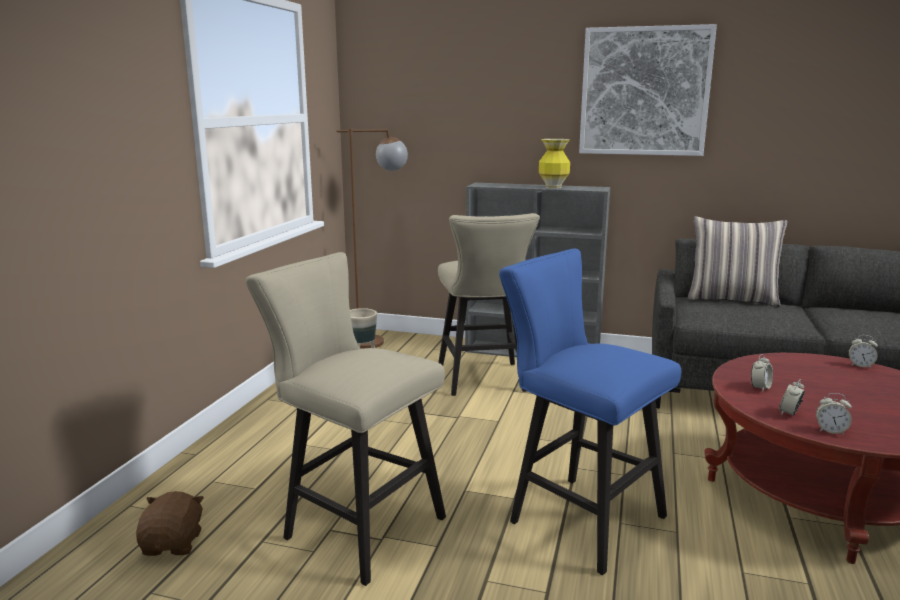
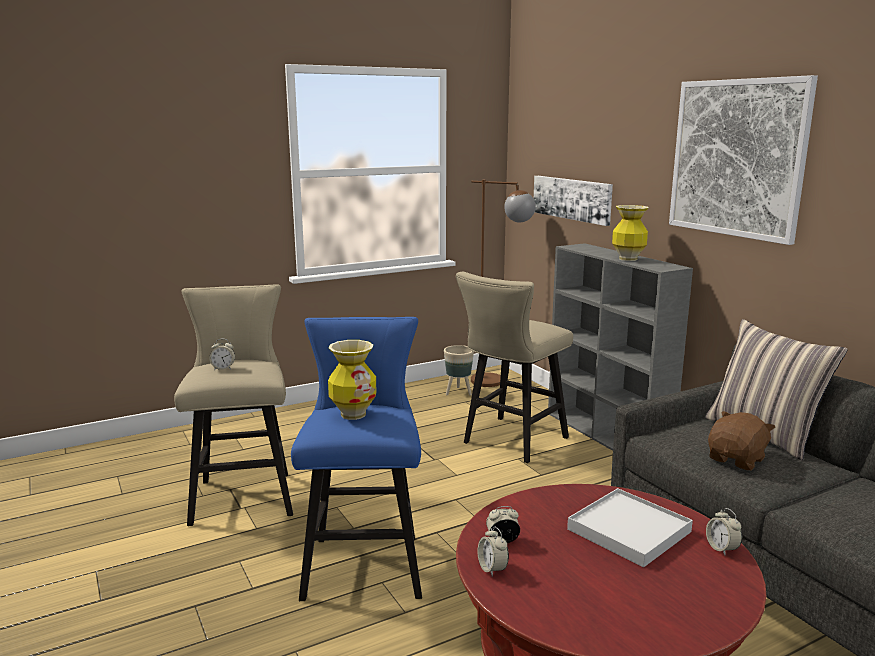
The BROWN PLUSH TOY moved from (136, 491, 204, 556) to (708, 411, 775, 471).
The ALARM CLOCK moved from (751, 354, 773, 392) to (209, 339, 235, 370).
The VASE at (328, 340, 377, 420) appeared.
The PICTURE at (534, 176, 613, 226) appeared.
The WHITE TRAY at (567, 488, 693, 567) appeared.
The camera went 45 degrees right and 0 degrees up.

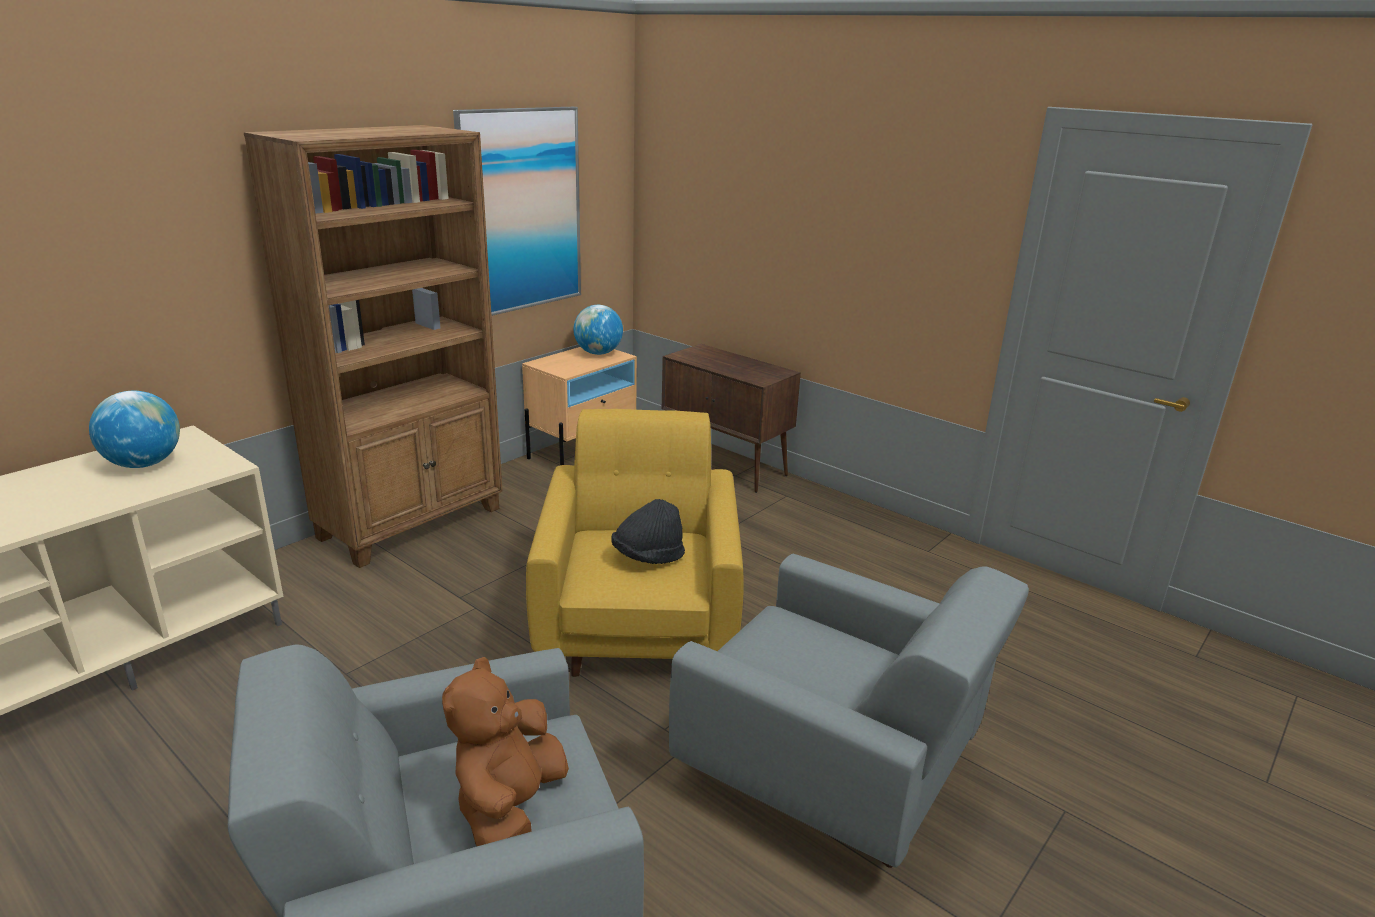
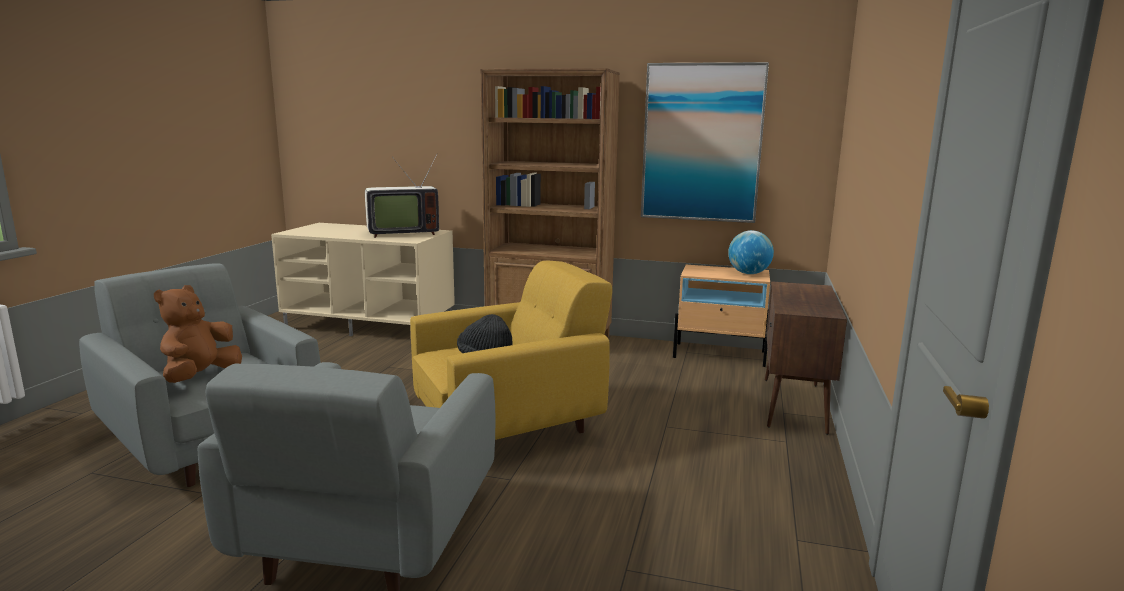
The GLOBE at (89, 391, 180, 468) was replaced by the TELEVISION at (365, 153, 439, 238).
The BROWN PLUSH TOY at (442, 657, 569, 846) turned 60 degrees counterclockwise.
The camera went 65 degrees right and 10 degrees down.

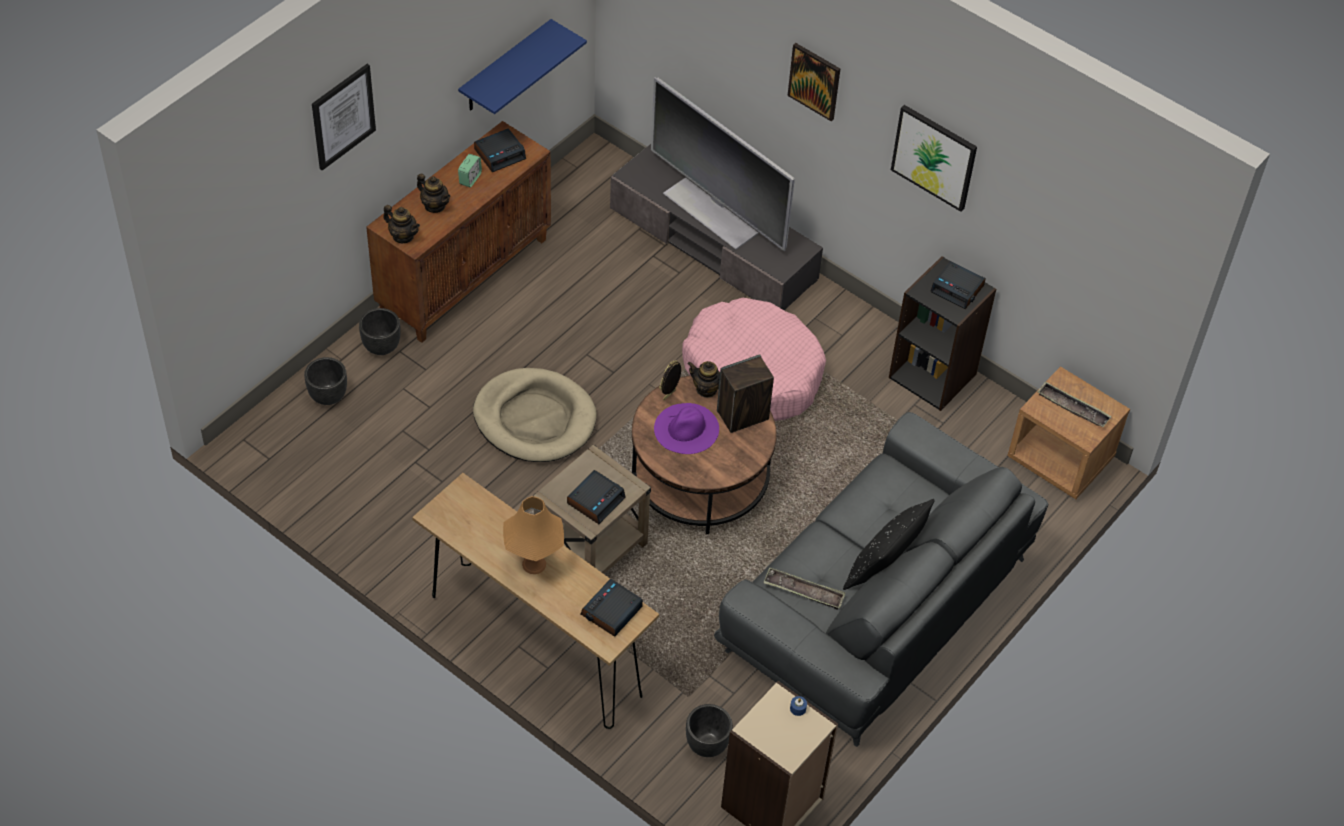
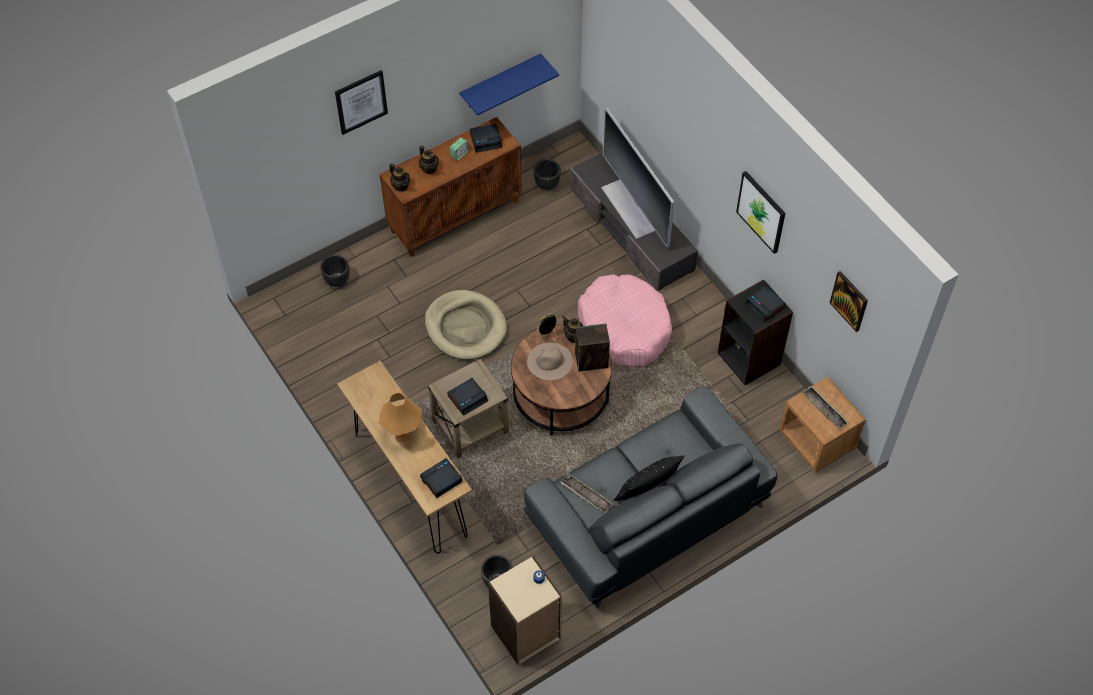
The BLACK PLANTER moved from (359, 308, 400, 355) to (534, 159, 561, 190).
The PURPLE HAT at (654, 403, 719, 454) became the BEIGE HAT at (527, 343, 573, 380).
The PICTURE moved from (788, 43, 840, 121) to (830, 271, 868, 332).
The camera went 20 degrees right and 5 degrees up.

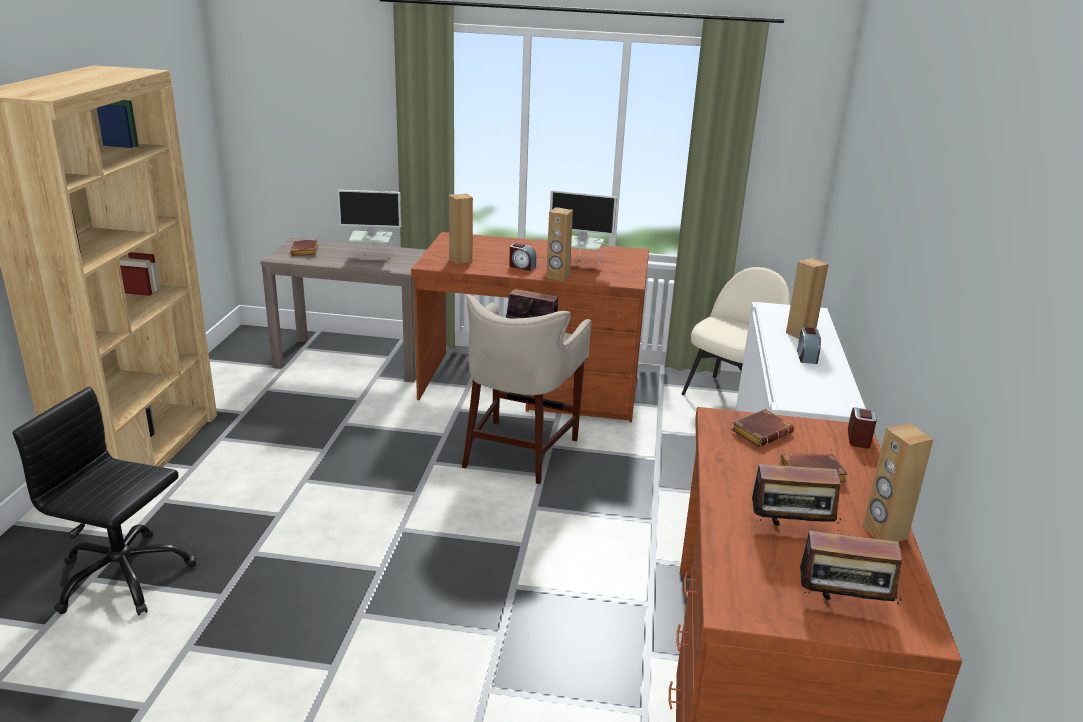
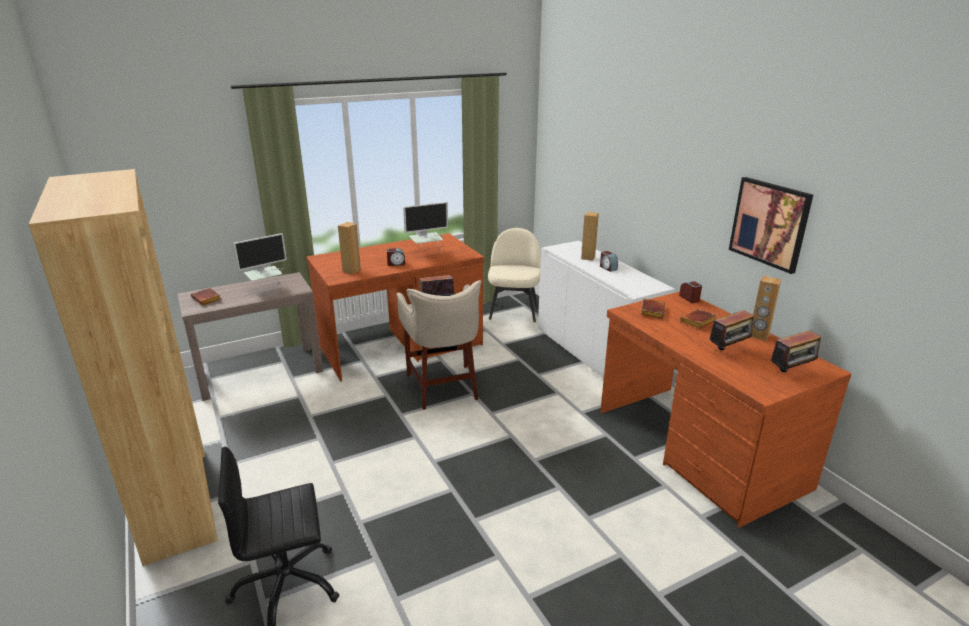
The BROWN SPEAKER at (546, 207, 573, 281) disappeared.
The PICTURE at (729, 177, 813, 274) appeared.
The camera went 35 degrees left and 0 degrees up.

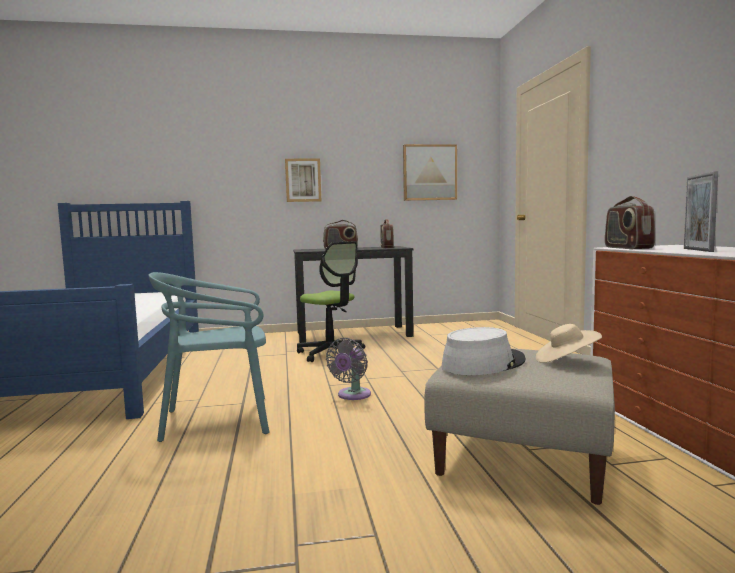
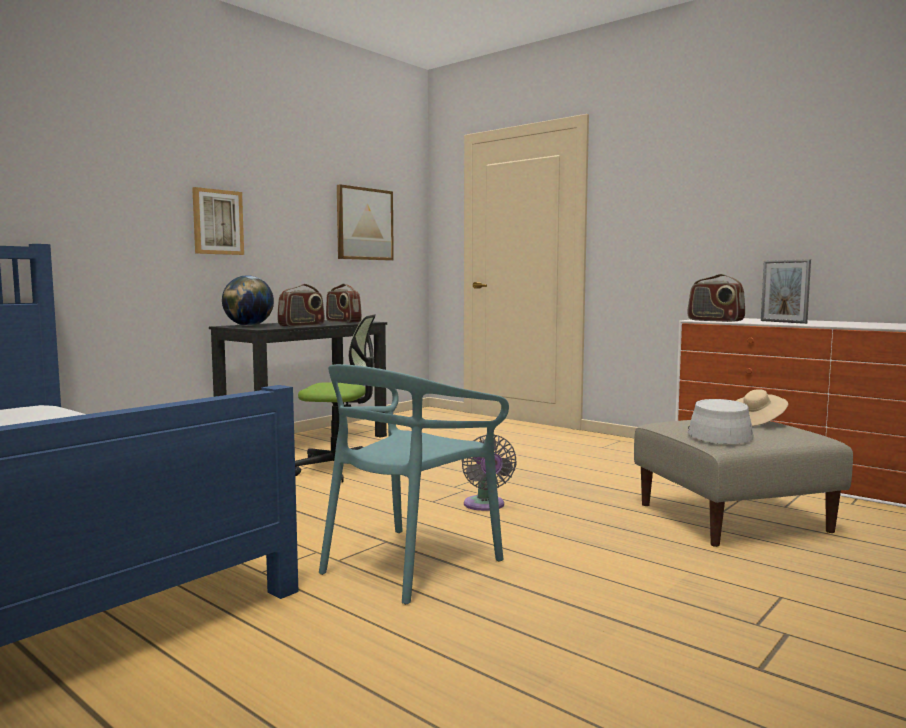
The GLOBE at (222, 275, 274, 326) appeared.
The camera went 40 degrees left and 0 degrees up.

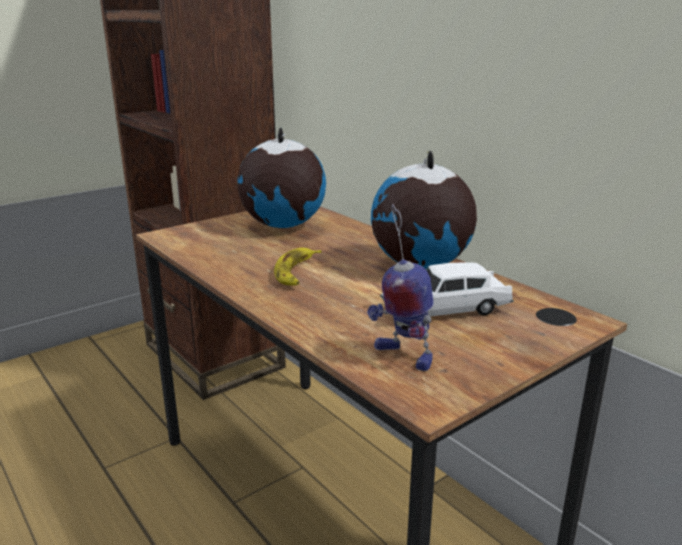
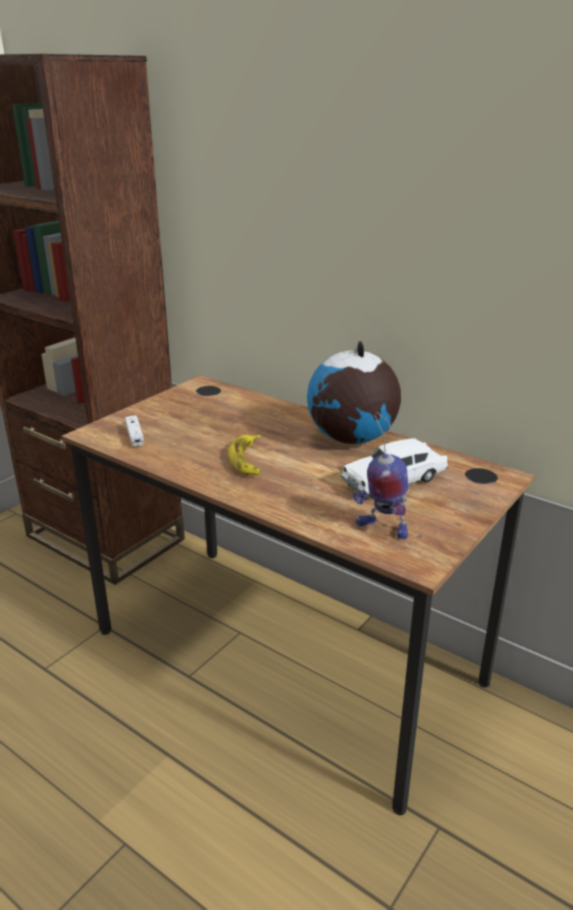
The GLOBE at (237, 127, 326, 228) disappeared.
The WHITE GAME CONTROLLER at (125, 415, 144, 447) appeared.
The camera went 15 degrees left and 5 degrees up.

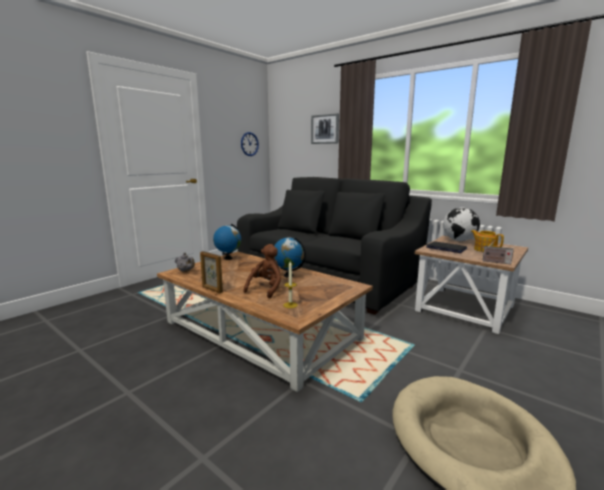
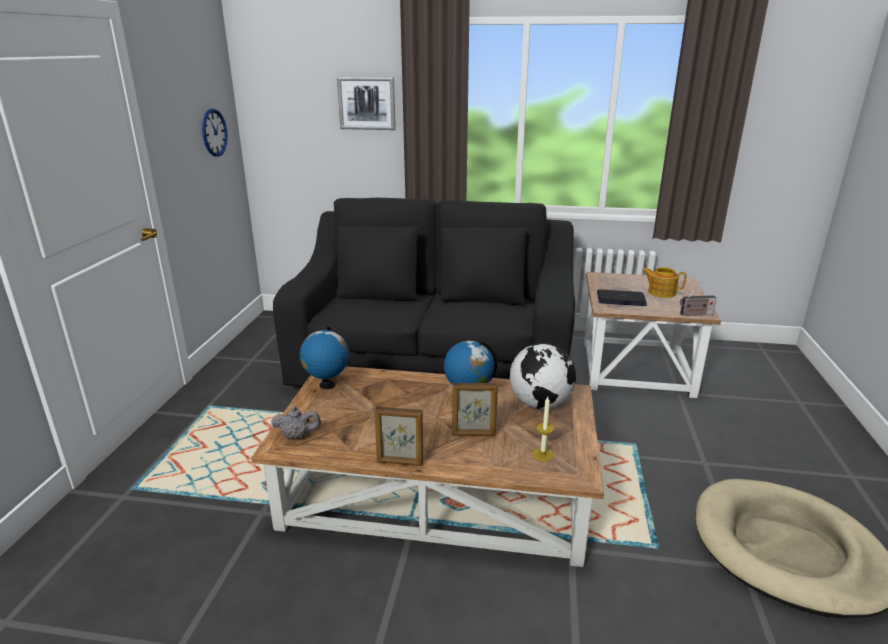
The BROWN PLUSH TOY at (244, 244, 281, 299) was replaced by the PICTURE FRAME at (452, 383, 498, 436).
The GLOBE moved from (443, 207, 480, 241) to (510, 343, 576, 409).
The camera went 30 degrees left and 10 degrees up.

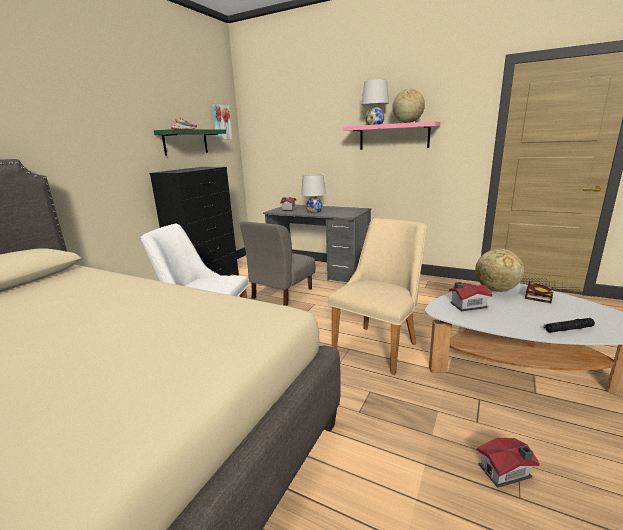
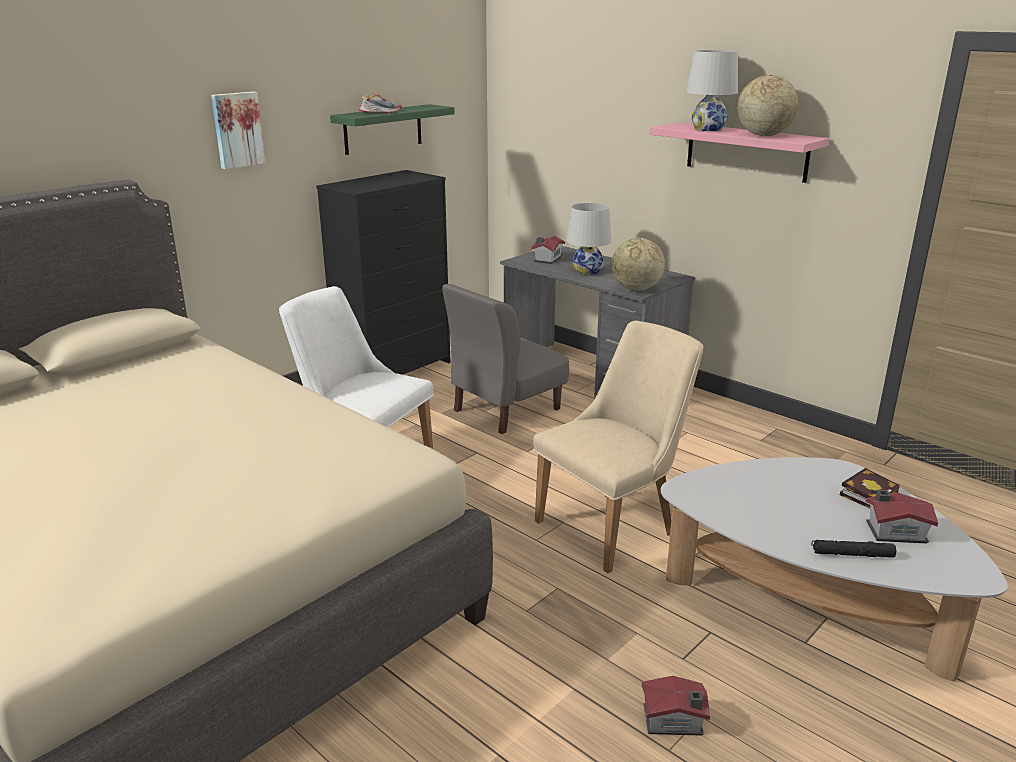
The PICTURE moved from (212, 104, 232, 140) to (211, 92, 266, 169).
The TOY HOUSE moved from (449, 282, 492, 311) to (866, 490, 938, 543).
The GLOBE moved from (475, 249, 524, 292) to (611, 238, 665, 291).
The camera went 15 degrees right and 5 degrees up.

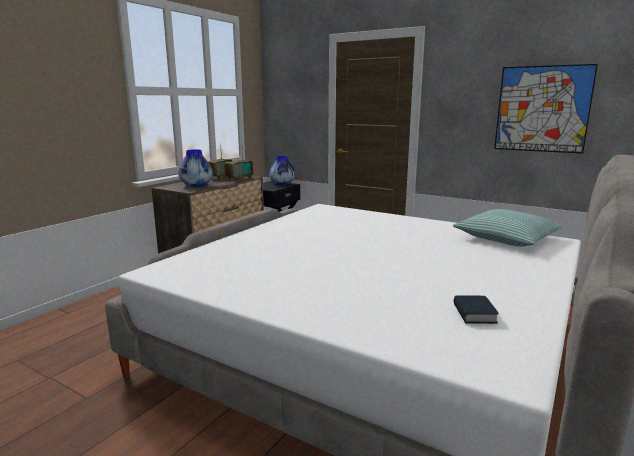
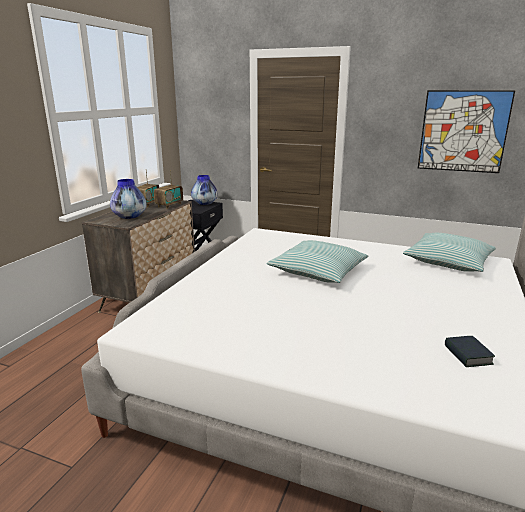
The PILLOW at (266, 240, 368, 283) appeared.
The camera went 10 degrees left and 5 degrees up.

